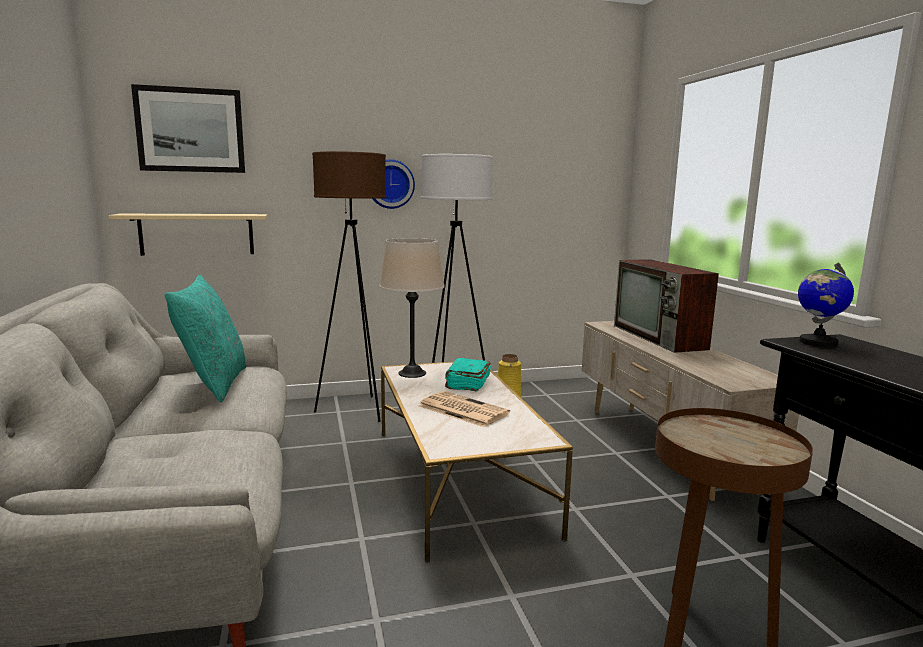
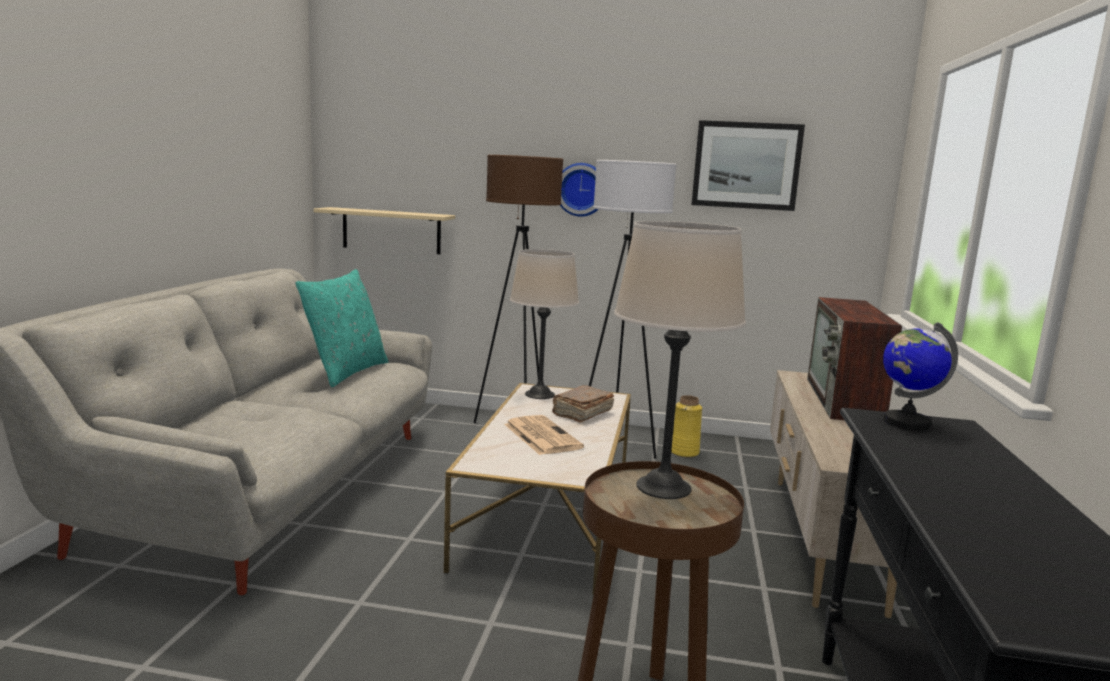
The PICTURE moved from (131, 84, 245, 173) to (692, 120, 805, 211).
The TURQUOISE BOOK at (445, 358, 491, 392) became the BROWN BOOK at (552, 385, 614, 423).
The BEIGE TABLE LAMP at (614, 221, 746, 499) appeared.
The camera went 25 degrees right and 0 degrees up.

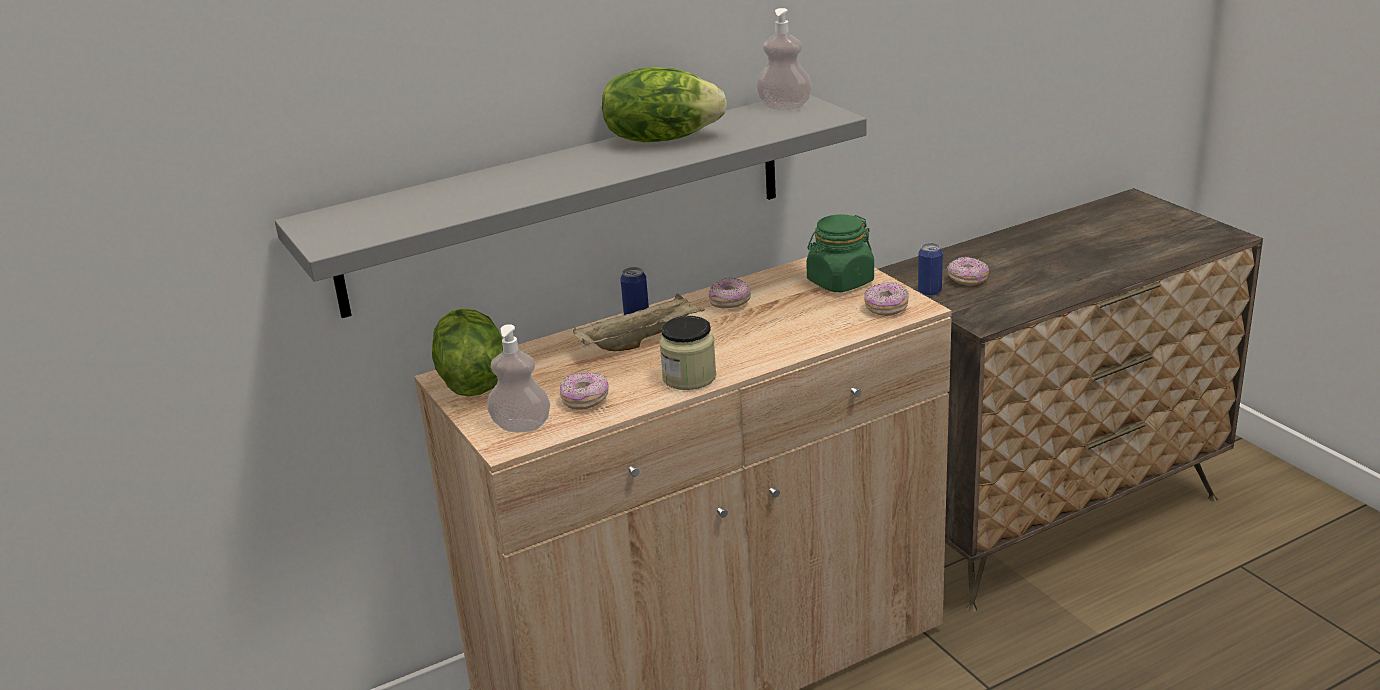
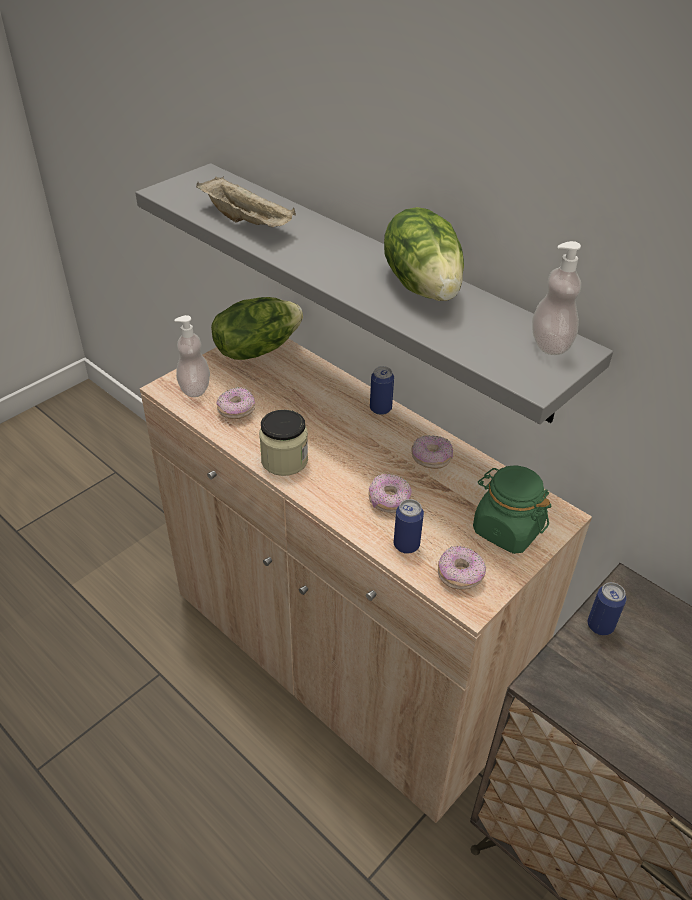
The BEIGE TRAY moved from (573, 294, 705, 351) to (196, 176, 296, 227).
The DONUT moved from (947, 257, 989, 286) to (368, 474, 411, 513).
The CAN at (394, 499, 424, 554) appeared.
The camera went 70 degrees right and 15 degrees up.

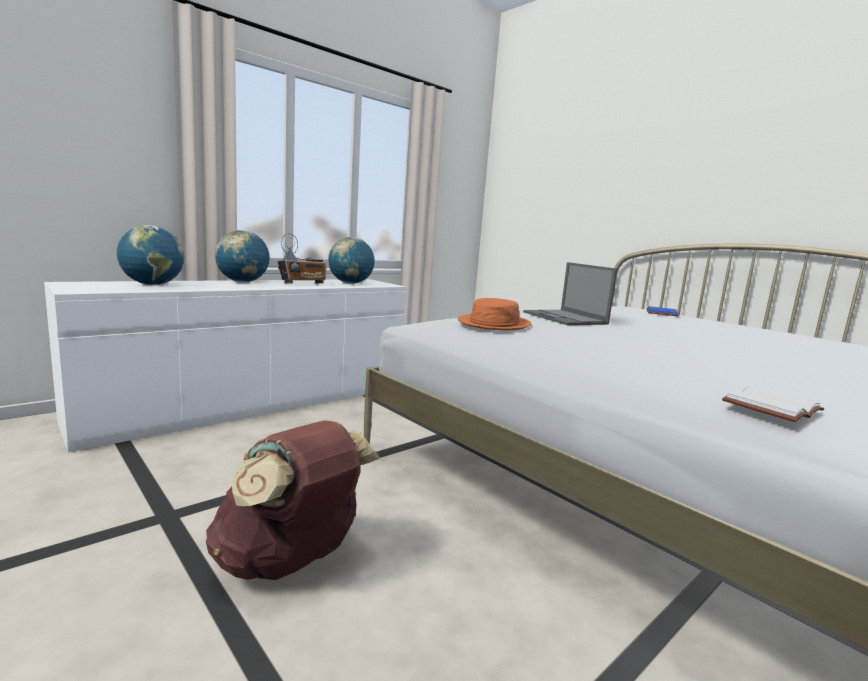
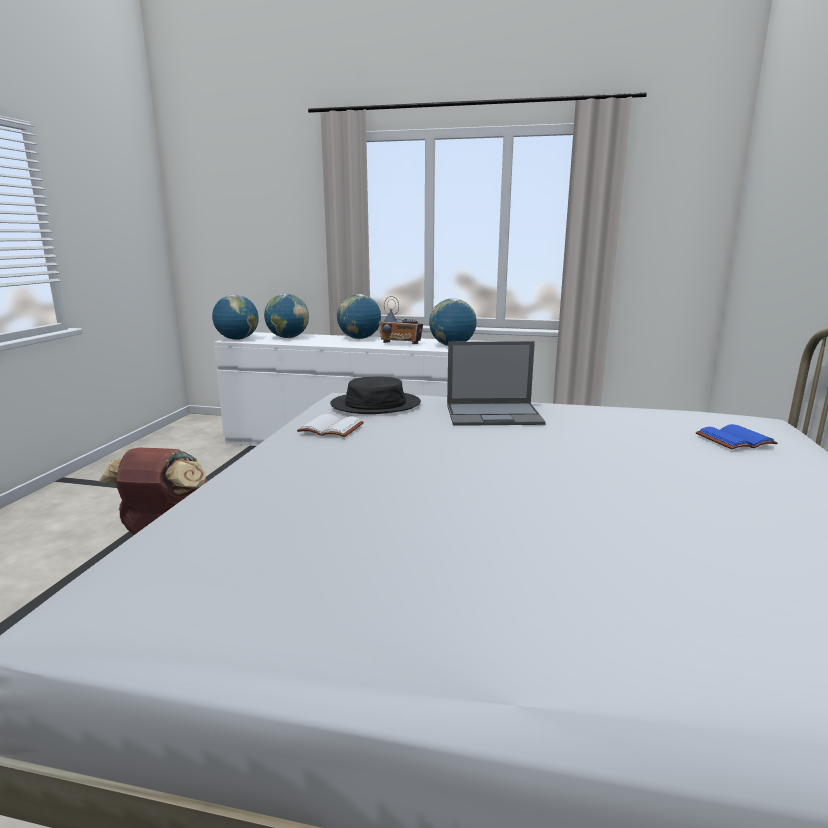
The ORANGE HAT at (458, 298, 531, 330) became the BLACK HAT at (330, 377, 421, 414).
The LAPTOP at (523, 262, 617, 325) turned 120 degrees counterclockwise.
The WHITE BOOK moved from (722, 385, 824, 422) to (297, 414, 364, 437).
The GLOBE at (212, 295, 259, 340) appeared.
The camera went 55 degrees right and 5 degrees up.

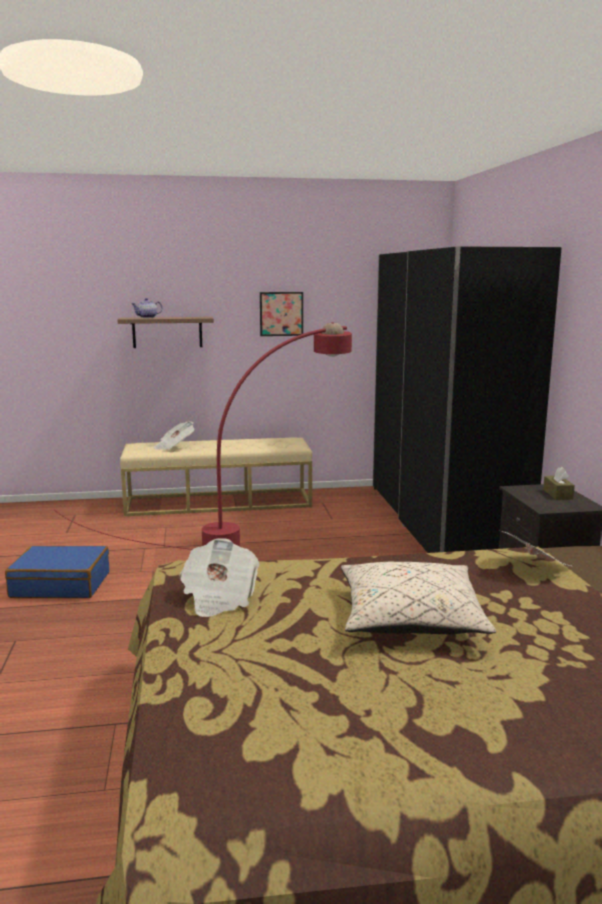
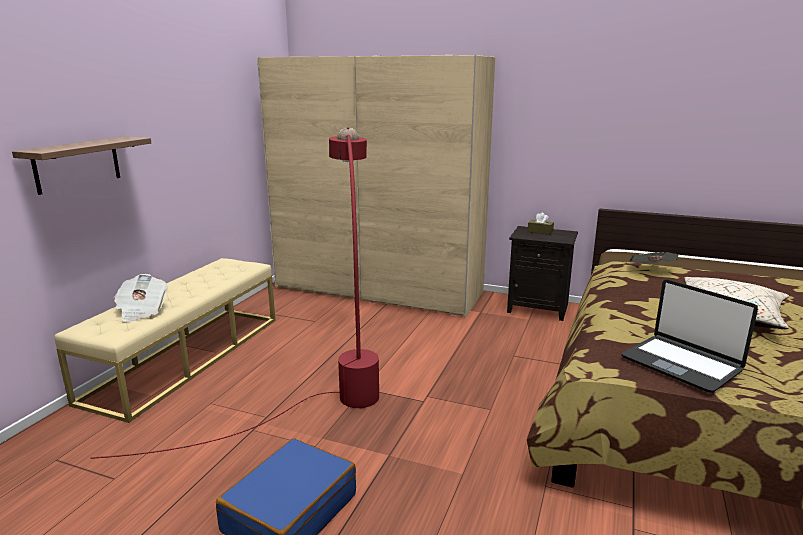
The TEAPOT at (131, 298, 162, 318) disappeared.
The NEWSPAPER at (179, 538, 260, 617) was replaced by the LAPTOP at (622, 279, 758, 393).
The PICTURE at (260, 292, 303, 336) disappeared.
The BLACK WARDROBE at (373, 246, 562, 553) became the BEIGE WARDROBE at (257, 55, 495, 318).
The camera went 60 degrees left and 5 degrees up.

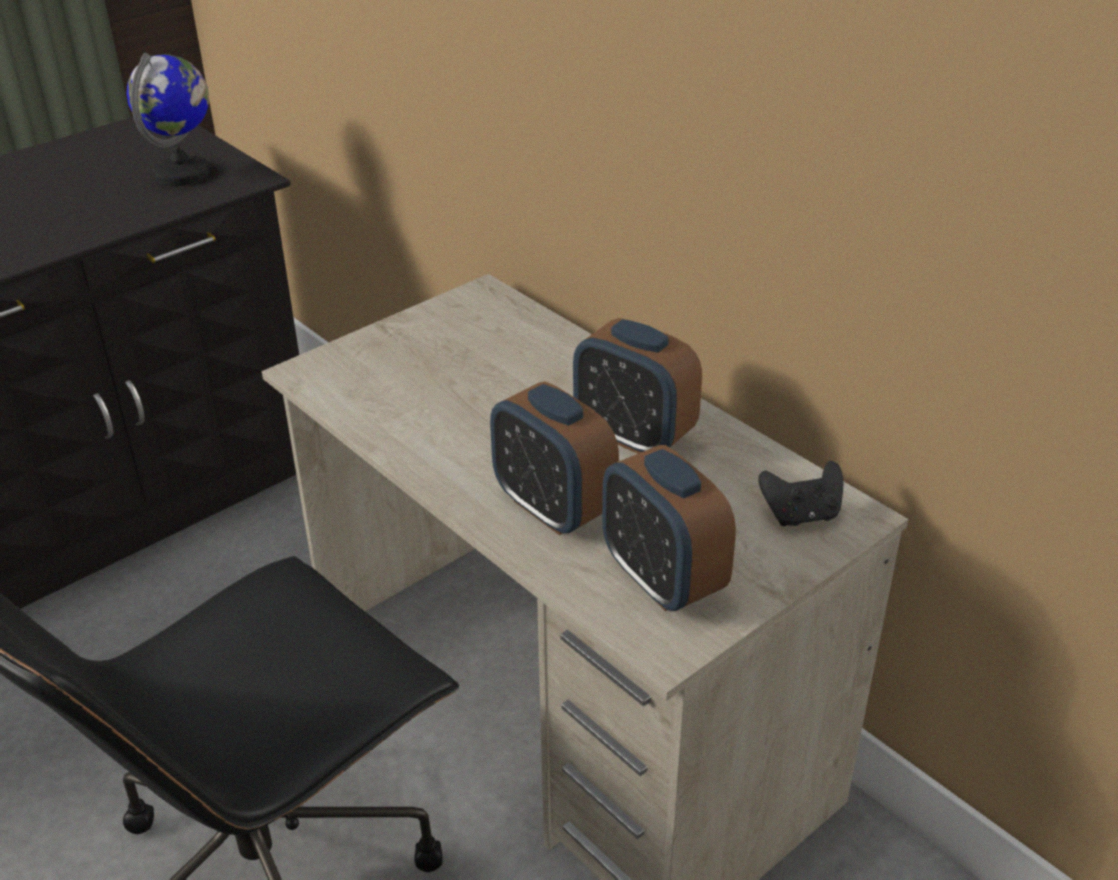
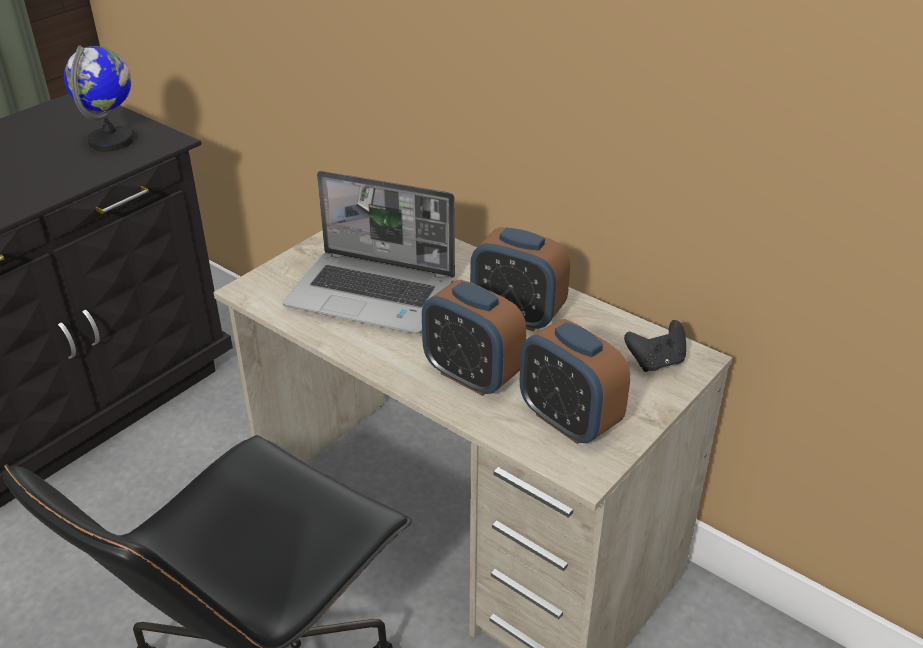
The LAPTOP at (283, 171, 455, 334) appeared.
The camera went 10 degrees left and 0 degrees up.

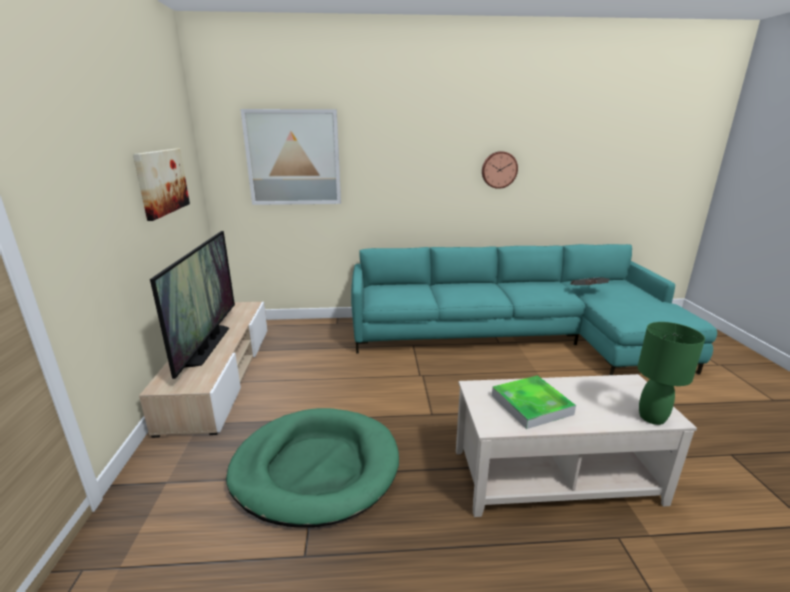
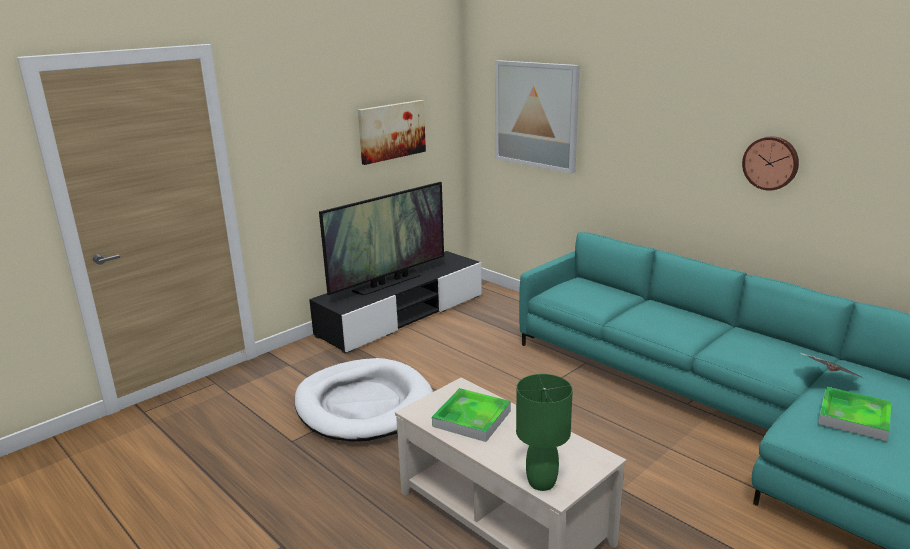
The BEIGE TV STAND at (139, 302, 268, 438) became the BLACK TV STAND at (309, 251, 482, 354).
The GREEN DOG BED at (226, 408, 399, 528) became the WHITE DOG BED at (295, 358, 433, 442).
The TRAY at (818, 387, 891, 442) appeared.
The camera went 50 degrees right and 0 degrees up.

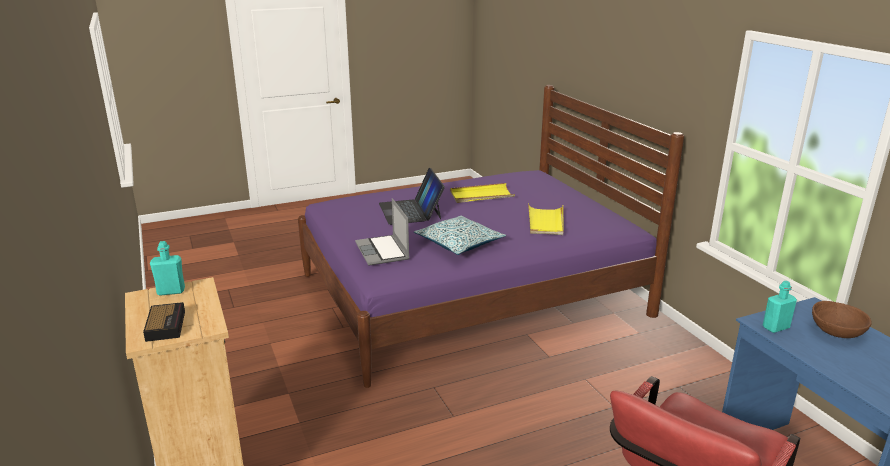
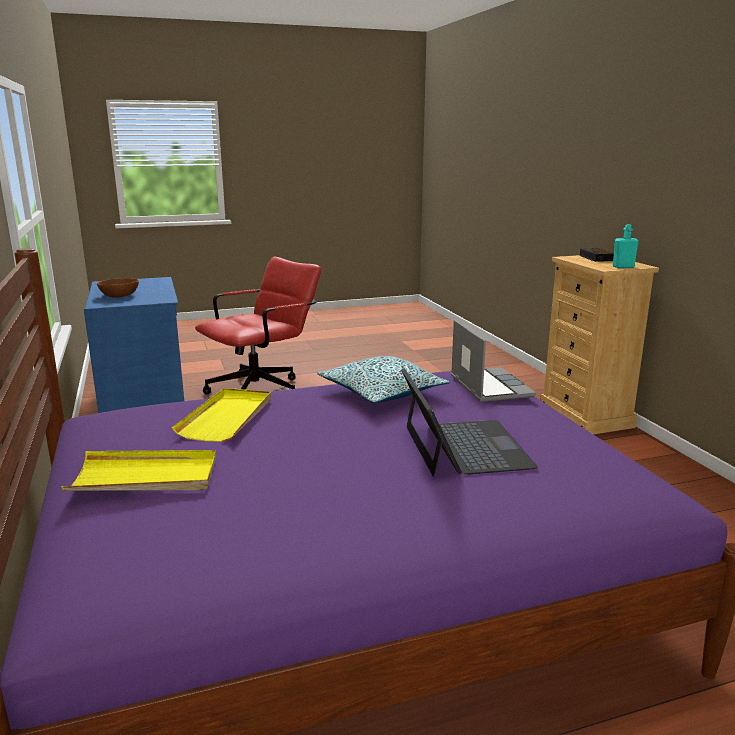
The YELLOW TRAY moved from (450, 183, 515, 203) to (62, 450, 216, 491).
The TURQUOISE BOTTLE at (763, 281, 797, 333) disappeared.
The camera went 175 degrees left and 5 degrees down.

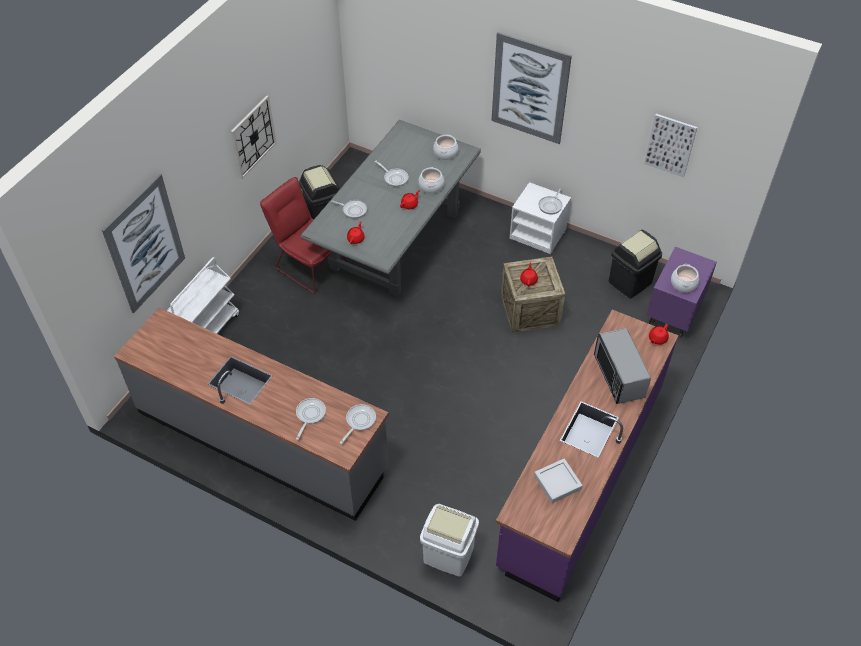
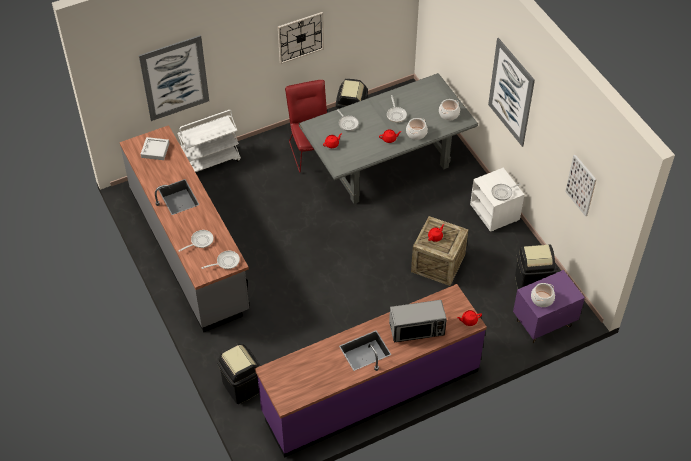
The WHITE TRASH CAN at (420, 504, 479, 577) became the BLACK TRASH CAN at (217, 343, 260, 404).
The GREY TRAY moved from (534, 459, 583, 503) to (141, 137, 170, 160).
The MICROWAVE at (594, 328, 651, 404) turned 120 degrees counterclockwise.
The camera went 35 degrees right and 0 degrees up.

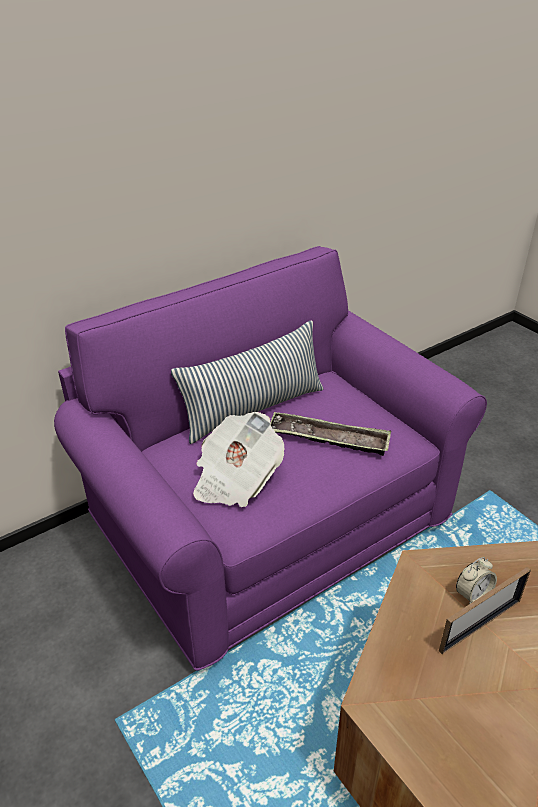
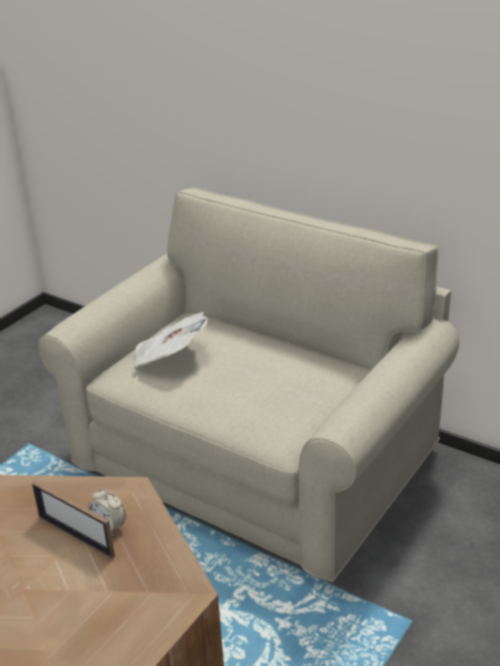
The PURPLE SOFA at (54, 246, 487, 671) became the BEIGE SOFA at (38, 187, 459, 582).
The PILLOW at (171, 320, 323, 444) disappeared.
The TRAY at (270, 412, 391, 456) disappeared.
The camera went 70 degrees right and 5 degrees down.

